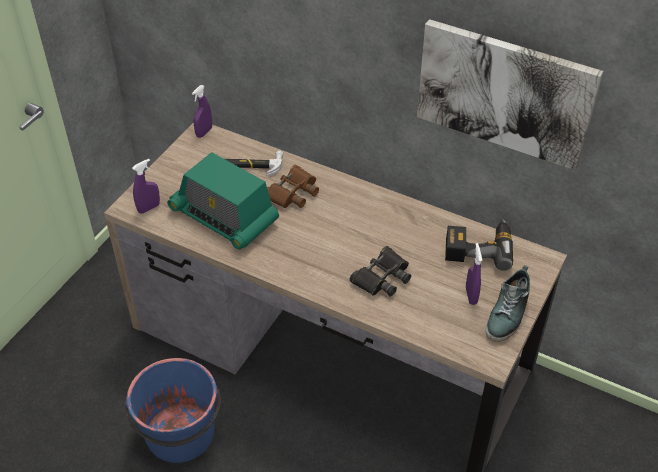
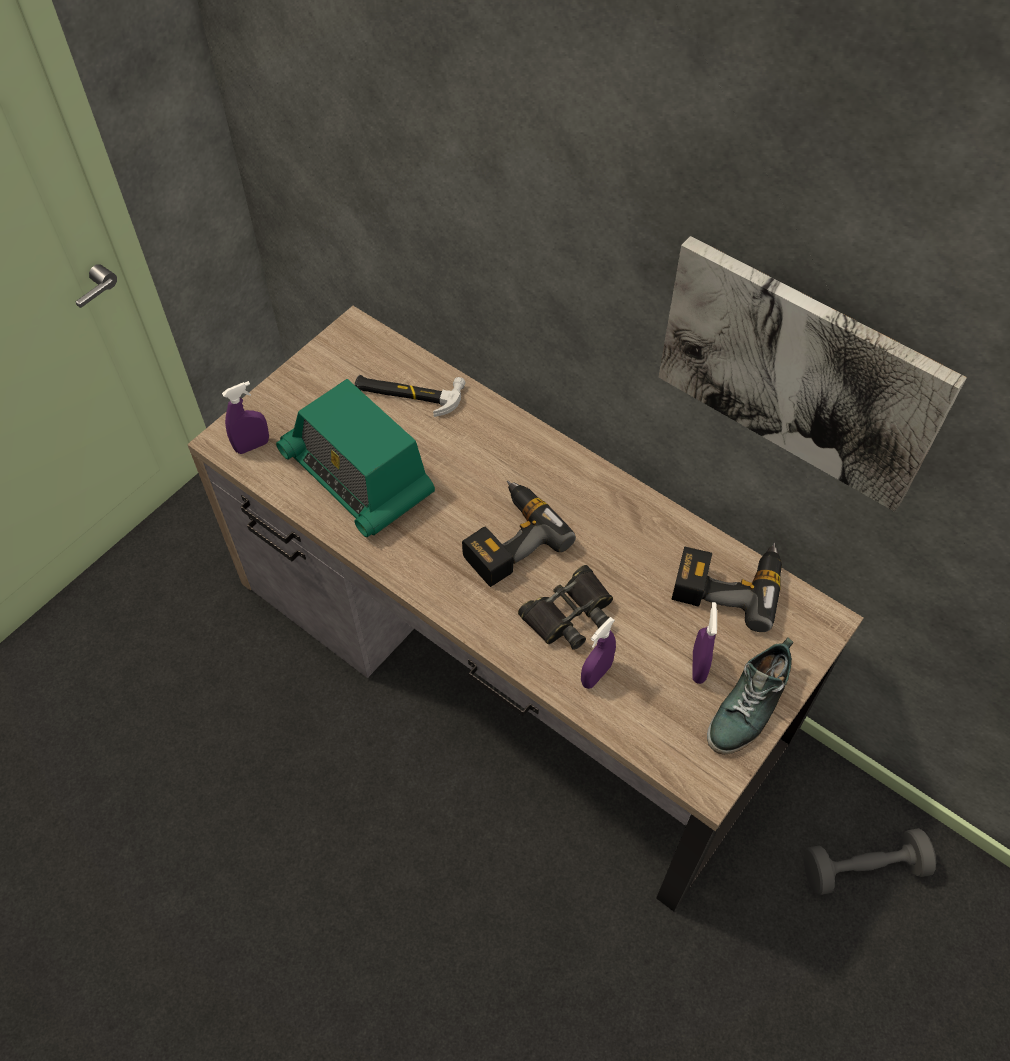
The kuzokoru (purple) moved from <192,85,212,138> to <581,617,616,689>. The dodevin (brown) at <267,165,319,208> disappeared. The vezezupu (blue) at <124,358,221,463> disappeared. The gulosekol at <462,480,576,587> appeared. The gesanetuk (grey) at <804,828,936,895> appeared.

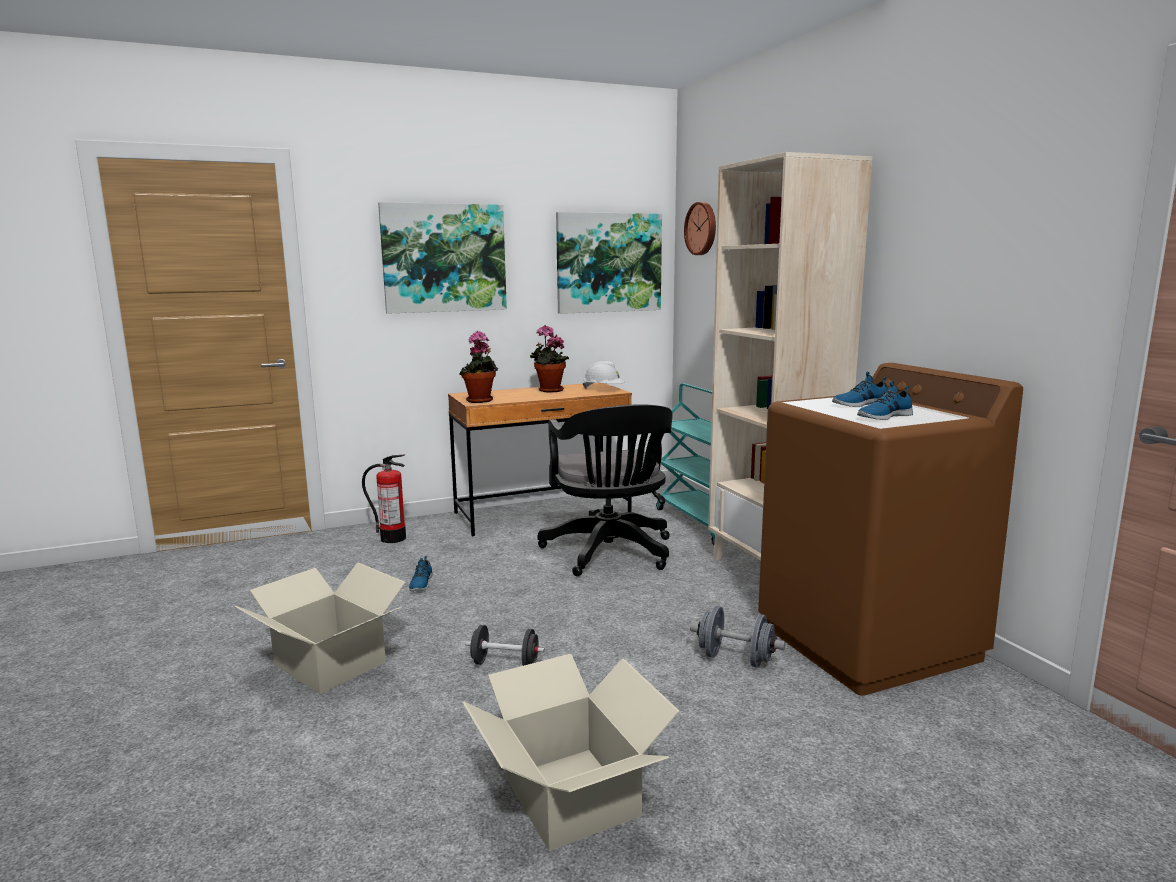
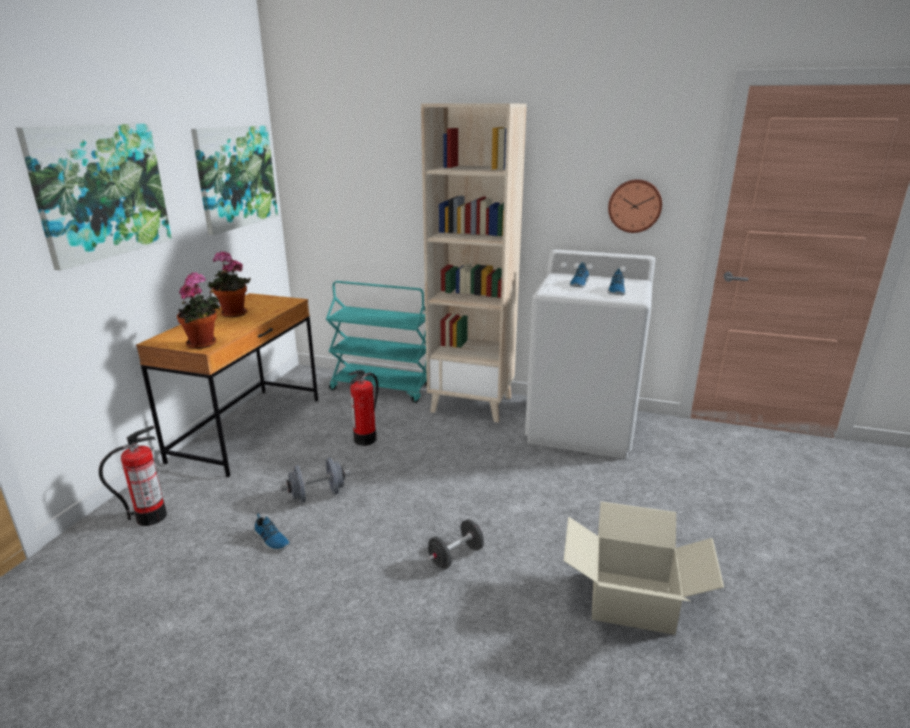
The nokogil moved from <684,202,716,255> to <608,179,662,233>. The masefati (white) at <583,361,625,389> disappeared. The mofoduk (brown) at <758,363,1023,696> became the mofoduk (white) at <525,250,655,459>. The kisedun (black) at <538,404,673,576> was replaced by the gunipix at <349,370,379,446>. The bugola at <235,563,406,694> disappeared. The gesanetuk (grey) moved from <690,606,785,668> to <280,458,350,503>.

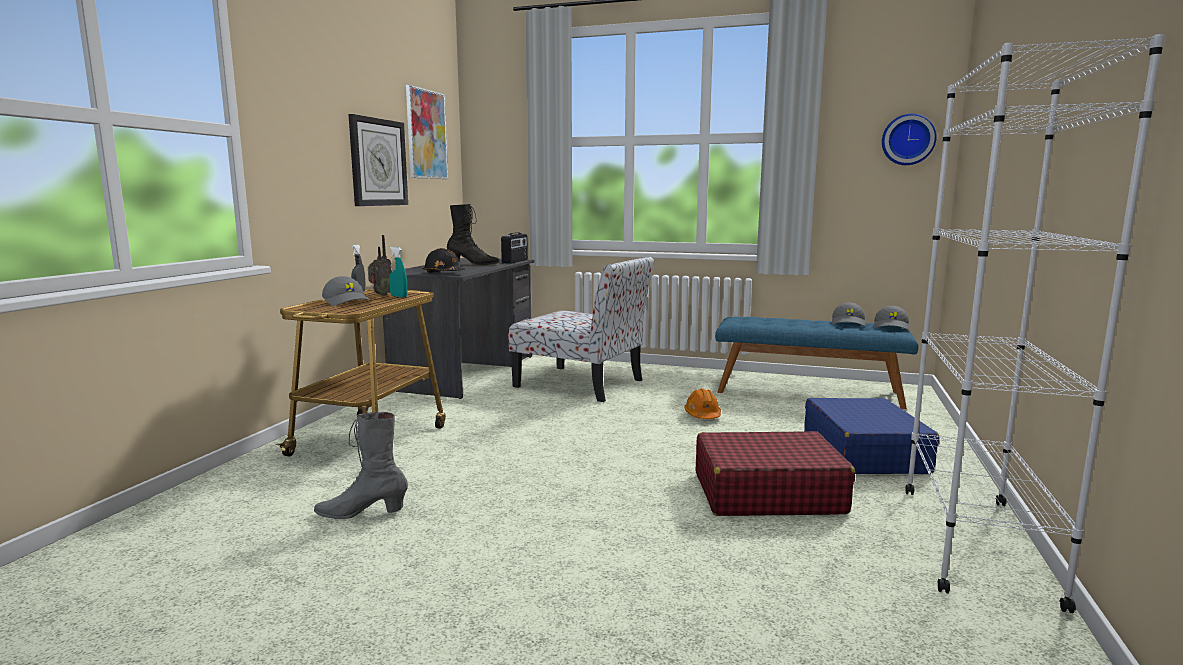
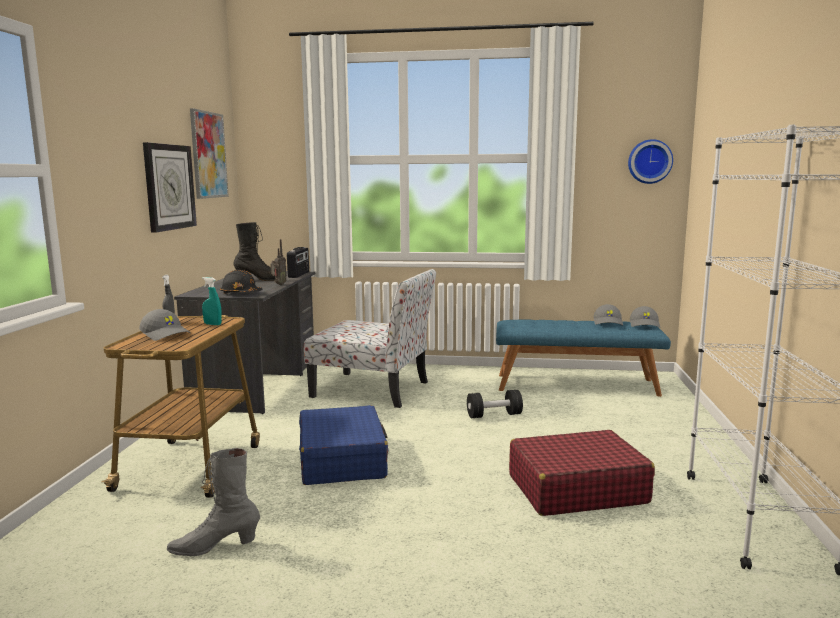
The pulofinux moved from <368,235,392,296> to <270,239,287,285>. The masefati (orange) at <684,388,721,419> was replaced by the gesanetuk (black) at <467,390,523,418>. The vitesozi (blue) moved from <804,398,939,474> to <299,405,388,485>.

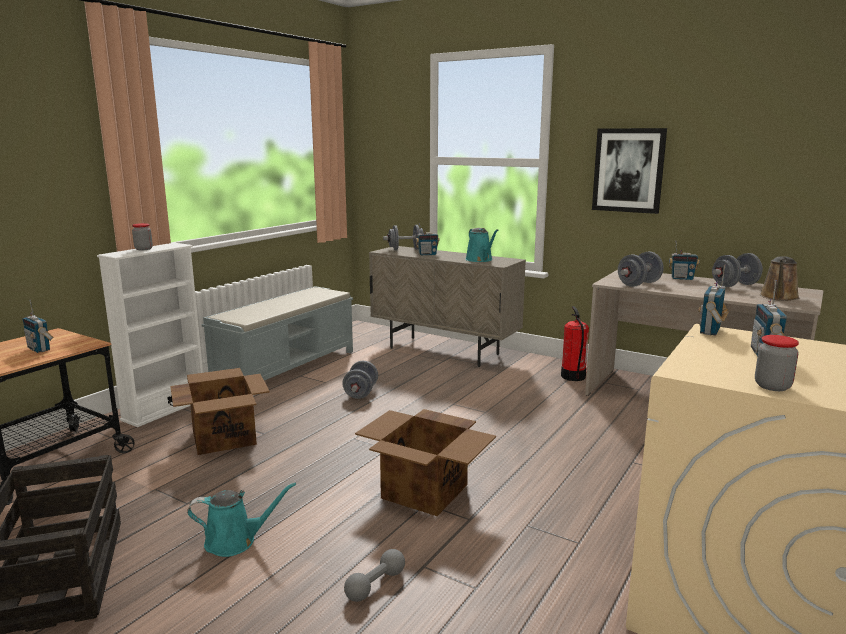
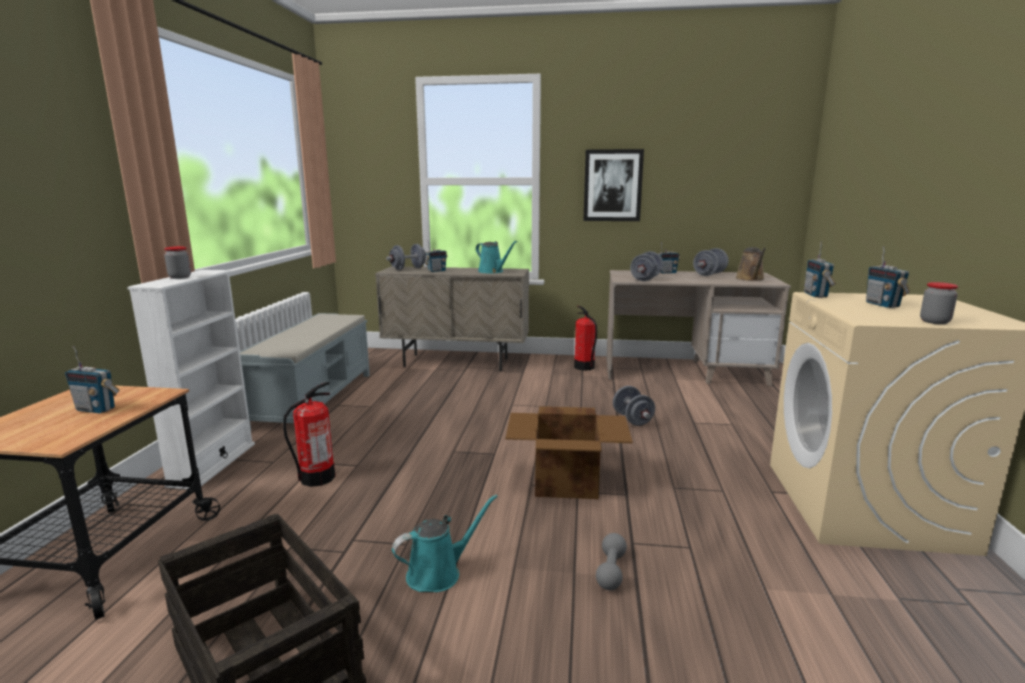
The gesanetuk (grey) moved from <342,361,378,399> to <613,386,655,426>. The bugola at <170,368,270,455> was replaced by the gunipix at <283,382,335,487>.

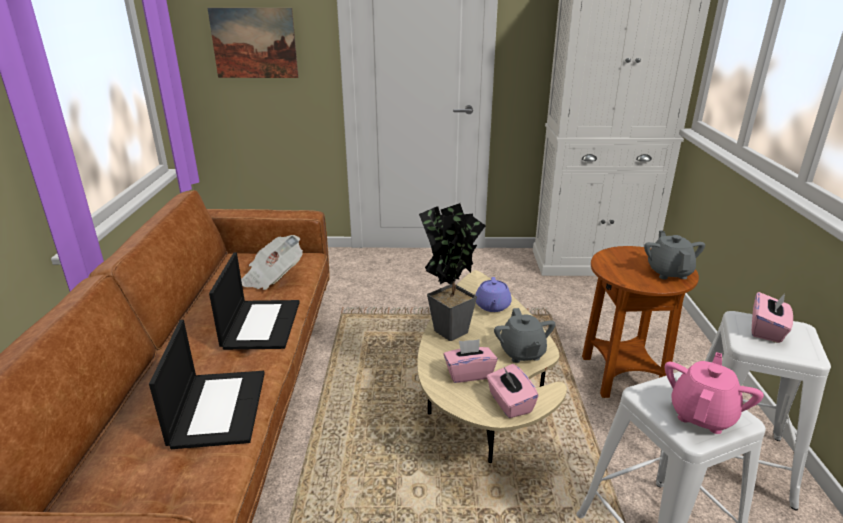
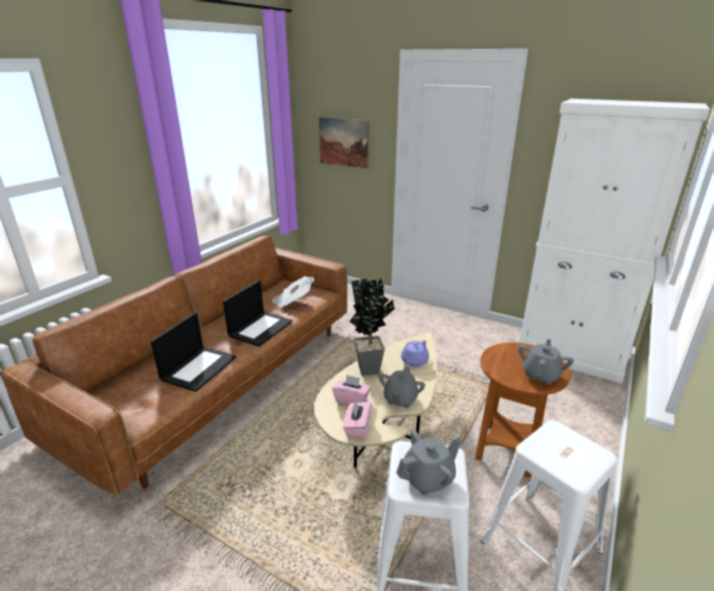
The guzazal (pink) at <752,292,793,343> disappeared. The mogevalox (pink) at <665,352,764,434> became the mogevalox (grey) at <396,430,461,495>.

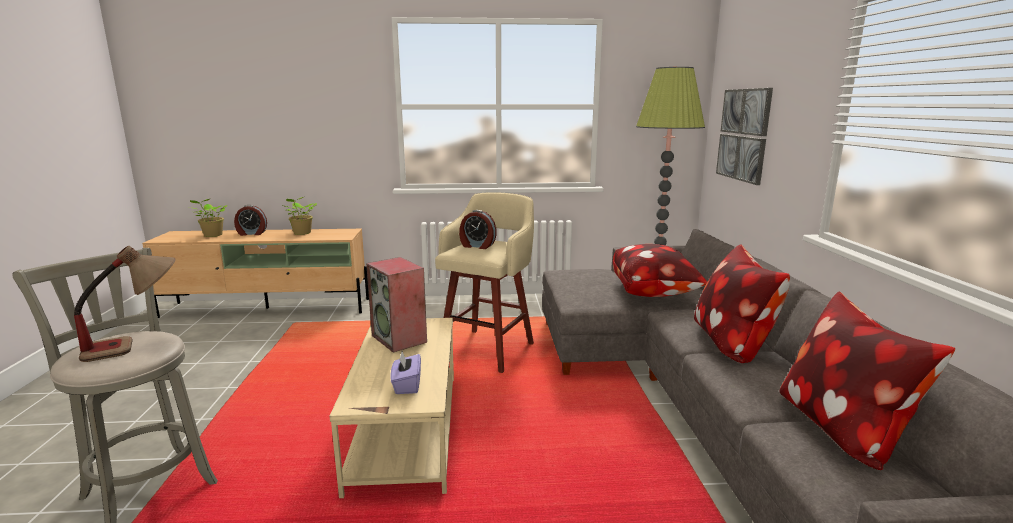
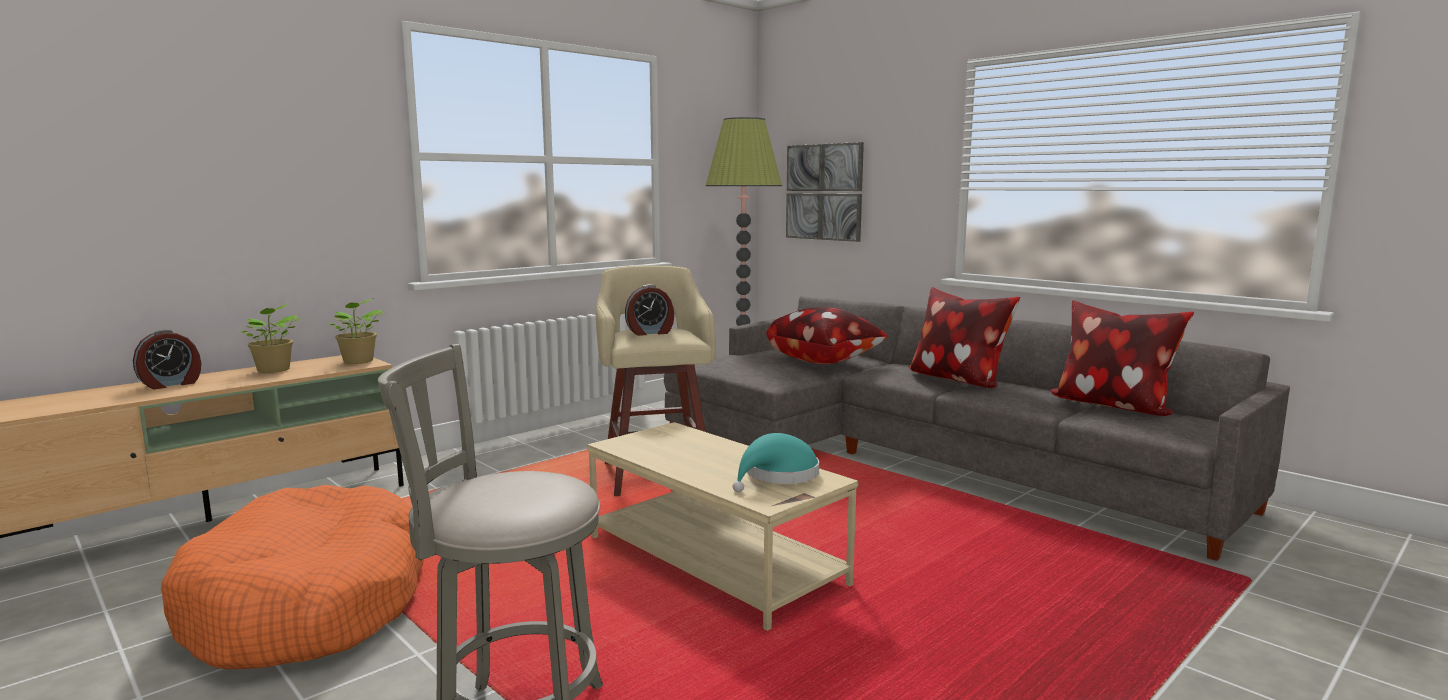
The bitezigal moved from <190,199,227,237> to <328,298,384,364>. The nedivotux at <74,246,176,362> disappeared. The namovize at <366,257,427,352> disappeared. The guzazal (purple) at <390,351,421,394> was replaced by the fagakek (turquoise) at <733,433,819,492>. The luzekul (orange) at <161,485,424,669> appeared.

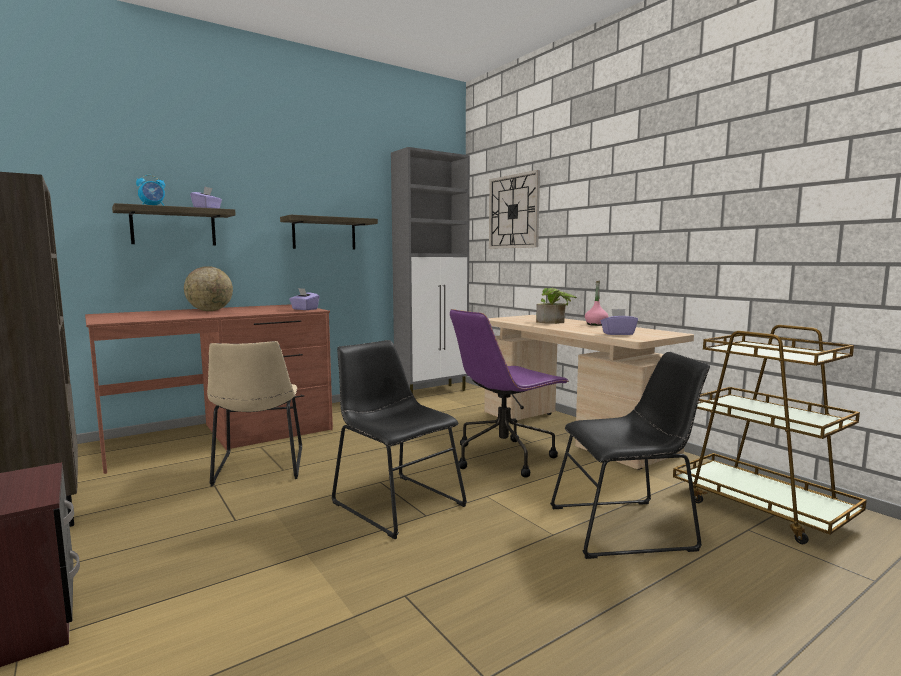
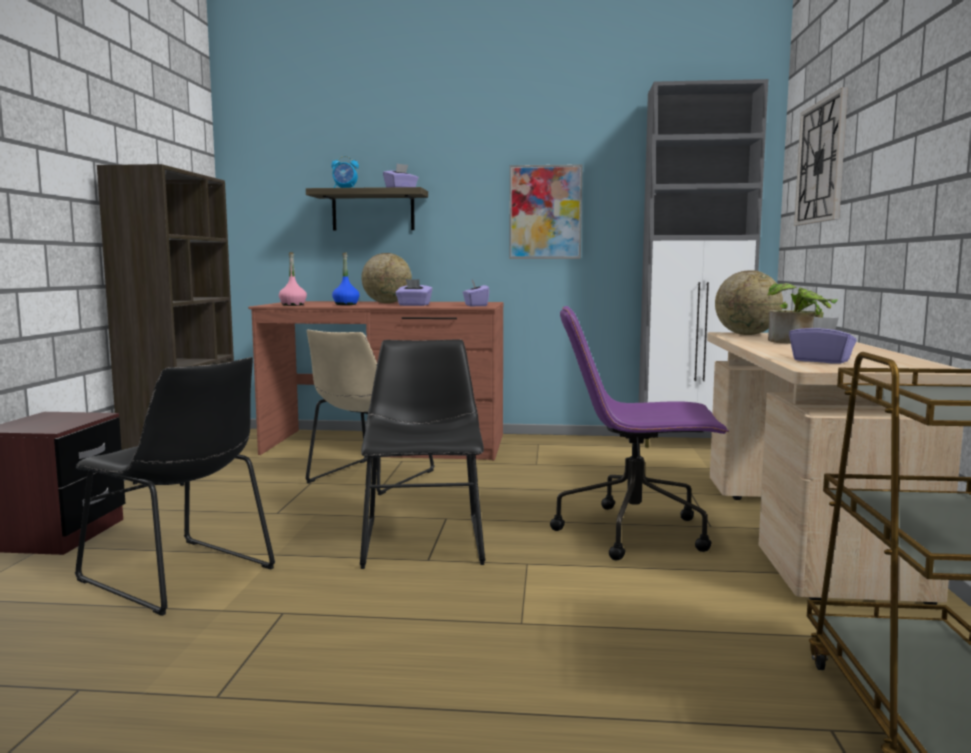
The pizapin at <280,215,378,249> was replaced by the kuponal at <509,164,583,259>. The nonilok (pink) moved from <585,281,608,326> to <279,252,307,306>. The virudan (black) moved from <550,352,710,559> to <75,357,275,616>. The nonilok (blue) at <332,252,360,305> appeared. The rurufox at <715,270,783,335> appeared. The guzazal (purple) at <395,279,433,306> appeared.

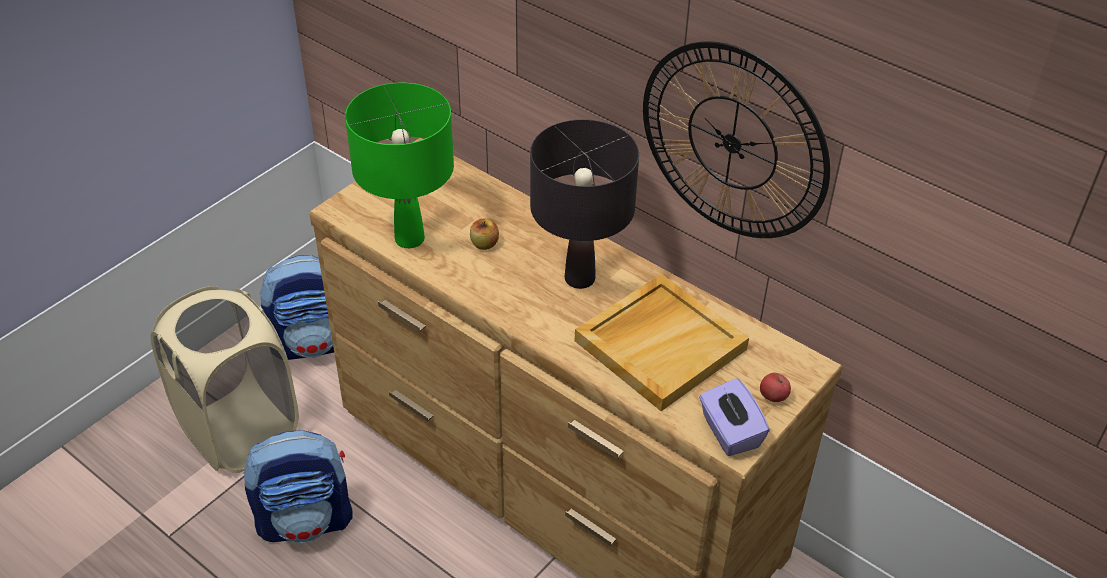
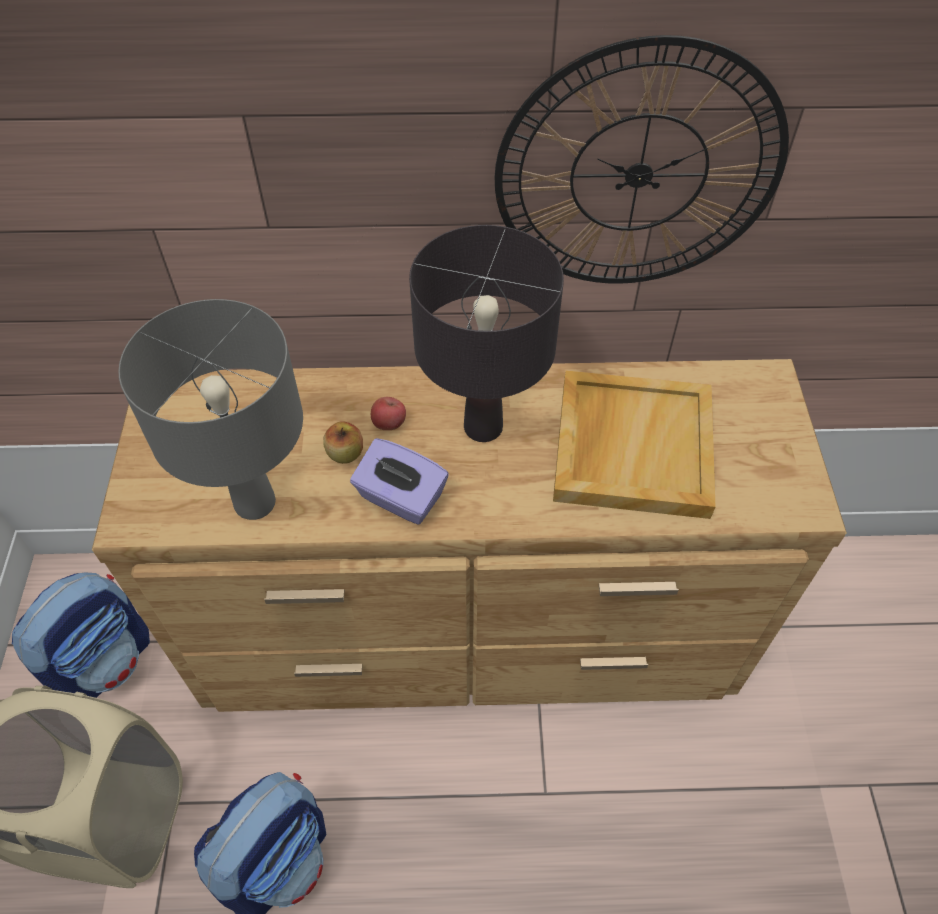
The nedivotux (green) at <345,83,454,248> became the nedivotux (grey) at <118,299,303,520>. The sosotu moved from <760,373,791,402> to <371,397,406,430>. The guzazal (purple) moved from <699,378,770,456> to <350,438,448,525>.

